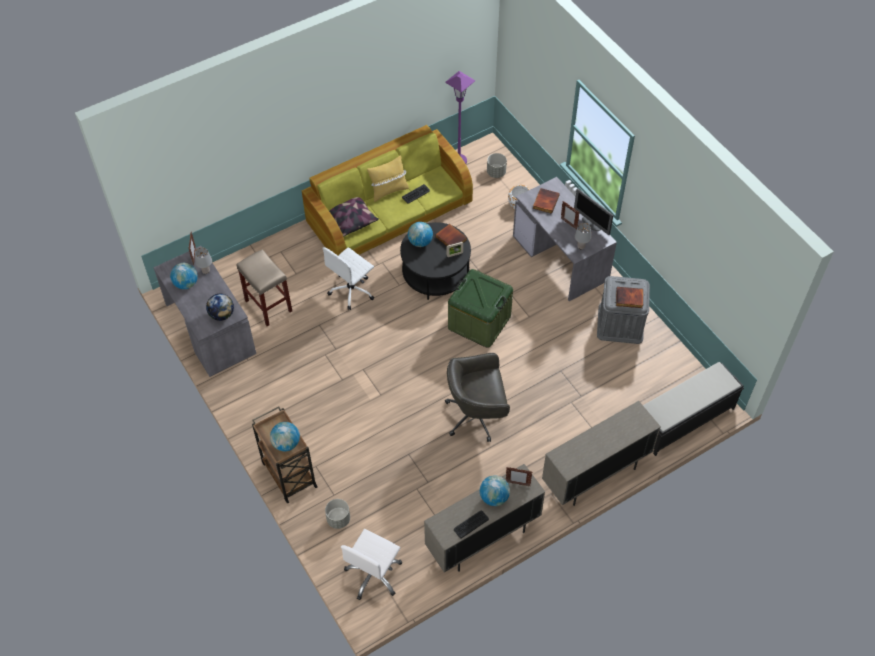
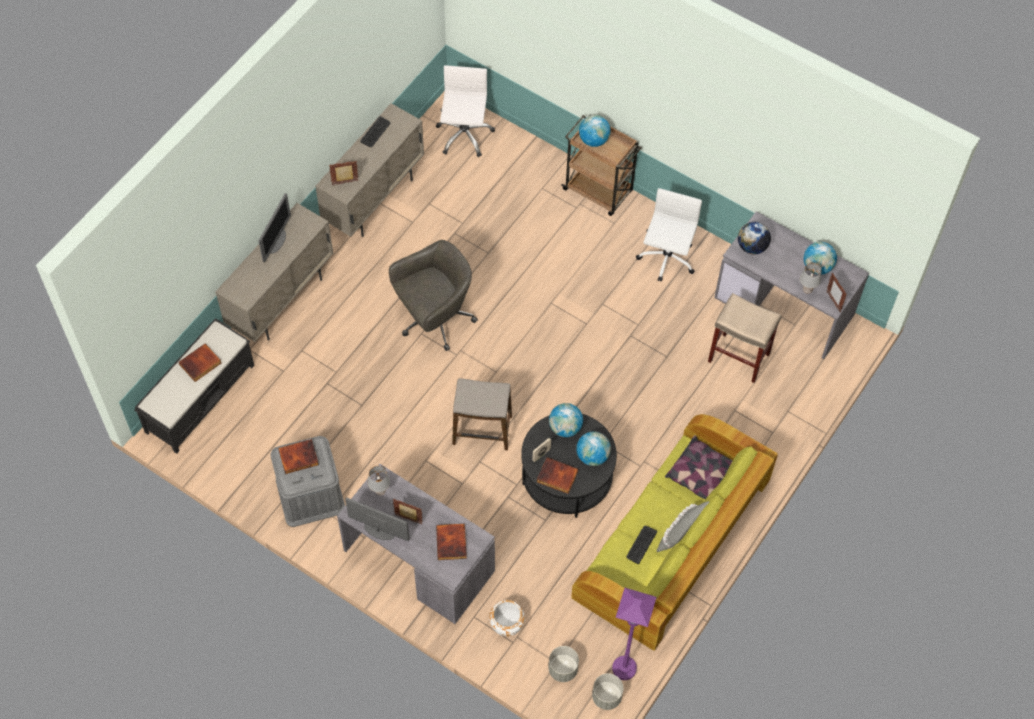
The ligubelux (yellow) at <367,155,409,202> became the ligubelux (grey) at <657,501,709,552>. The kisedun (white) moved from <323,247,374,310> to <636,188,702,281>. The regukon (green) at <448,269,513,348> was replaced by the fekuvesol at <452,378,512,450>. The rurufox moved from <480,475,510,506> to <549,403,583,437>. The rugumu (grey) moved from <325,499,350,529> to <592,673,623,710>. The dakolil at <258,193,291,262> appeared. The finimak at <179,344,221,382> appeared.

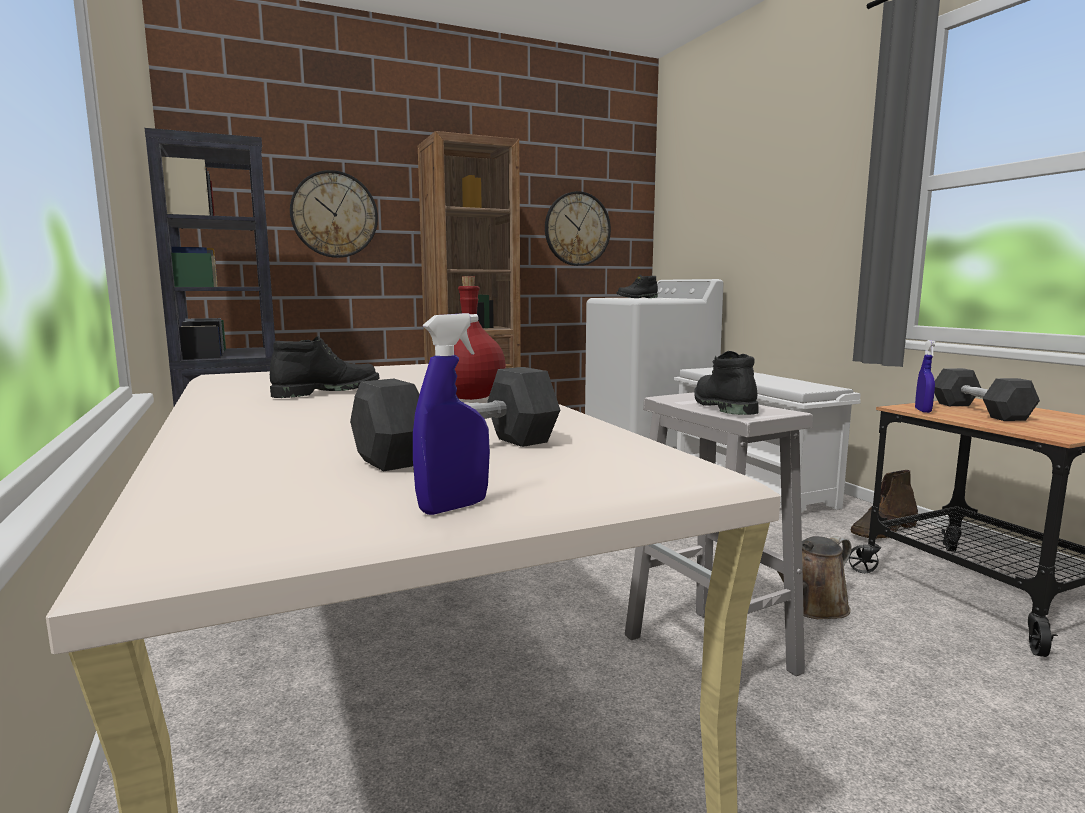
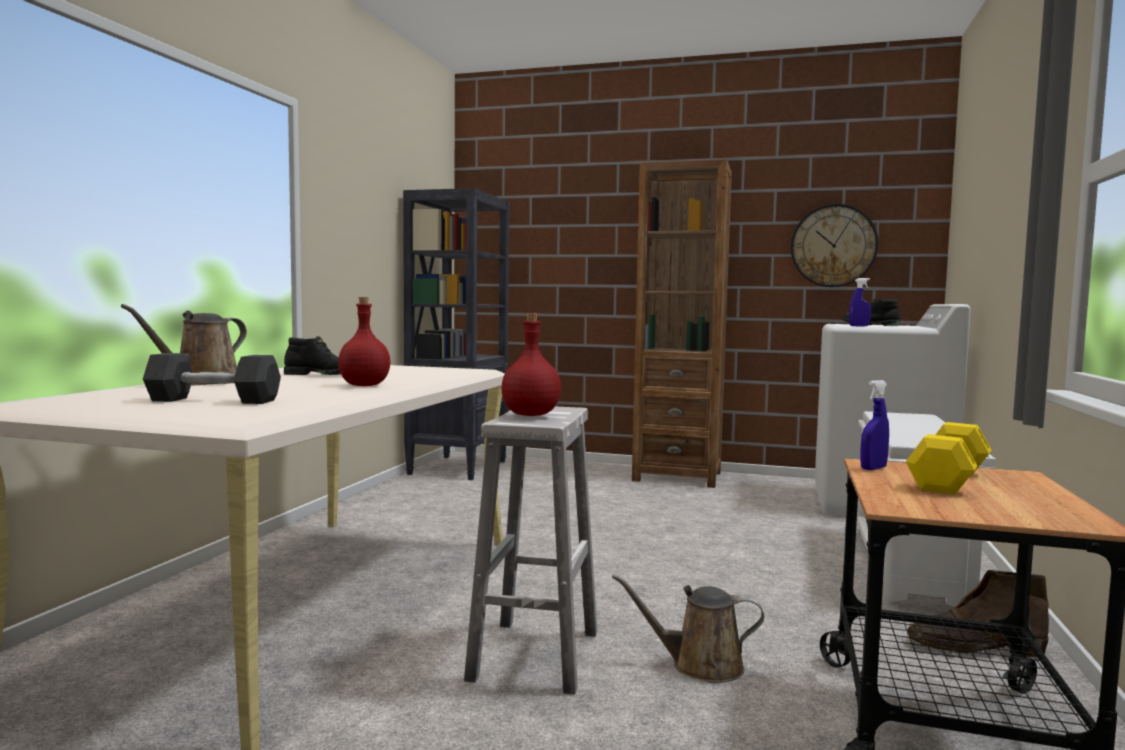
The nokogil at <290,170,378,258> disappeared. The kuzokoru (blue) moved from <413,313,490,515> to <849,278,871,326>. The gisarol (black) at <694,351,759,415> was replaced by the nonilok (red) at <501,313,561,416>. The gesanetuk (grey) at <934,368,1040,421> became the gesanetuk (yellow) at <906,422,992,495>. The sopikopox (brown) at <121,304,247,385> appeared.

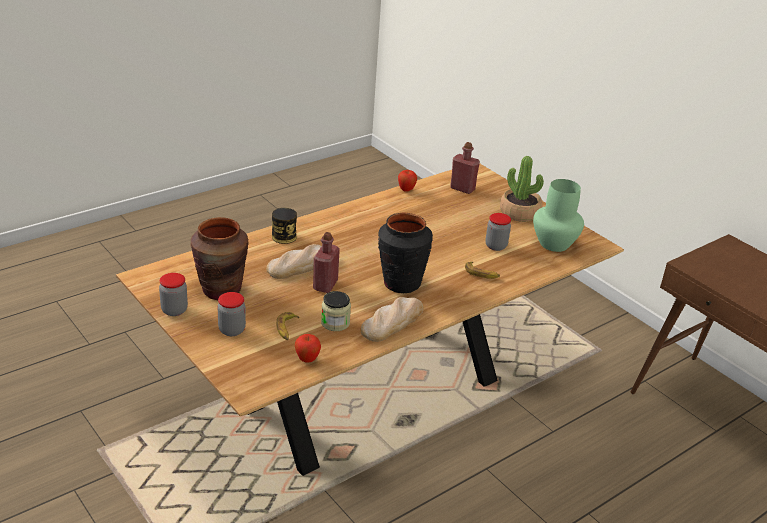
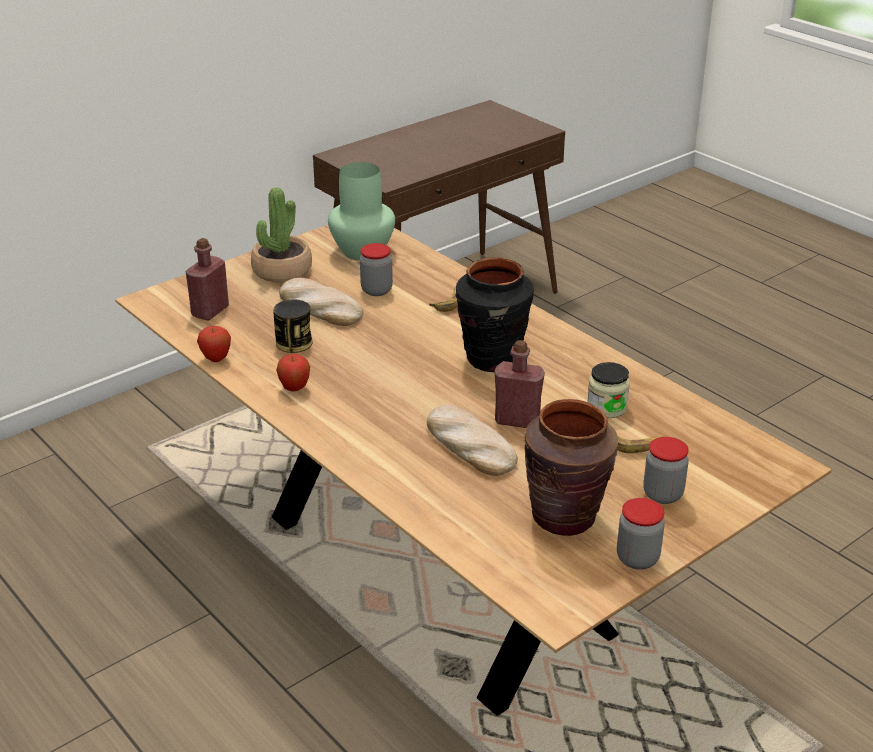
The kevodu moved from <272,208,297,244> to <273,299,313,353>. The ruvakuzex moved from <361,297,424,342> to <279,278,363,326>. The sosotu moved from <295,334,321,363> to <276,354,310,391>.

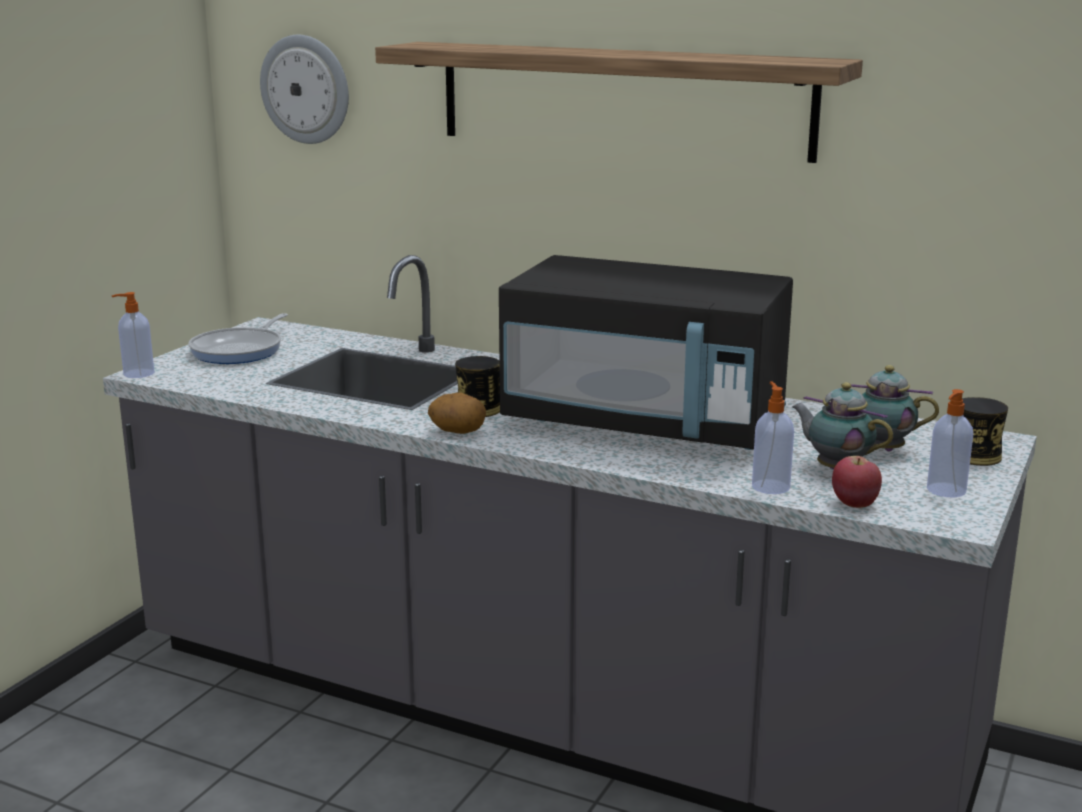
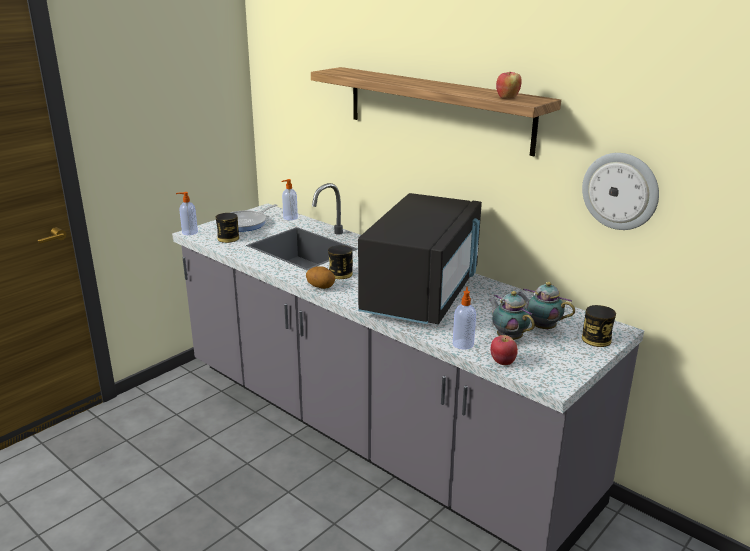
The nokogil moved from <260,35,349,144> to <582,153,659,230>. The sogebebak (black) at <499,255,793,450> turned 105 degrees counterclockwise. The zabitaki moved from <927,389,973,497> to <281,179,298,220>. The sosotu at <496,72,522,99> appeared. The kevodu at <216,213,239,243> appeared.

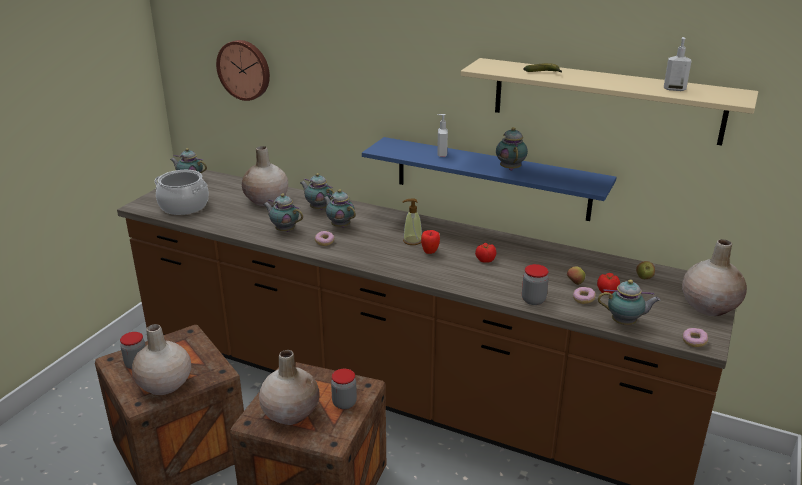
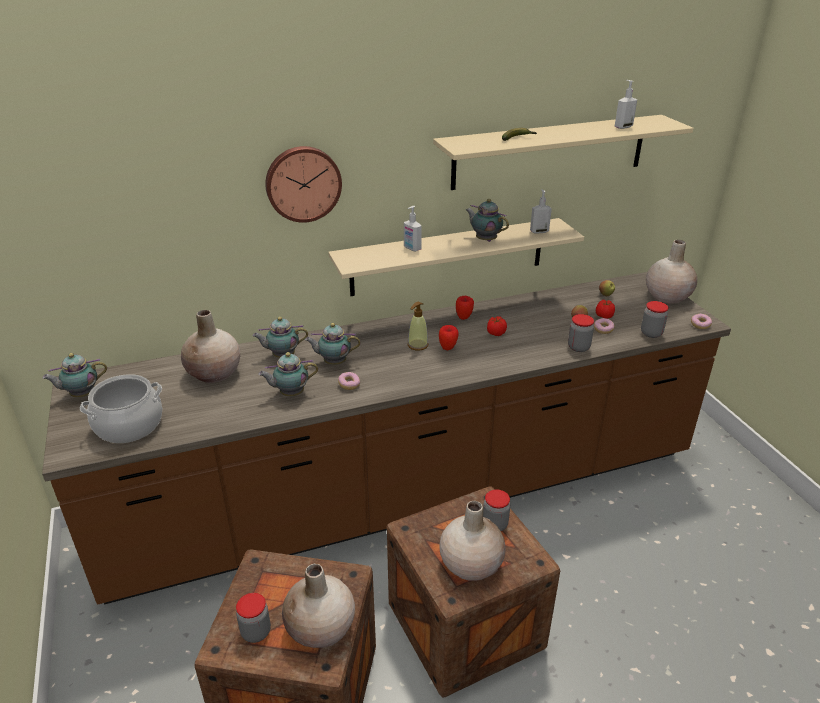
The nokogil moved from <216,40,270,101> to <265,146,342,223>. The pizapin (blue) at <362,137,616,221> became the pizapin (beige) at <328,218,584,296>. The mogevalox at <598,279,660,325> was replaced by the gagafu at <641,301,669,338>. The zabitaki at <530,189,552,234> appeared. The sosotu at <456,296,474,320> appeared.

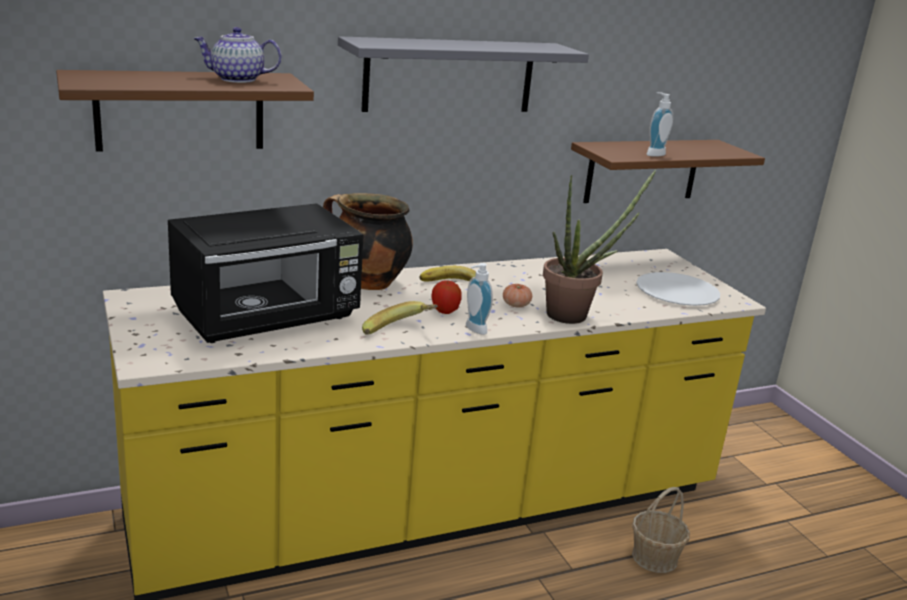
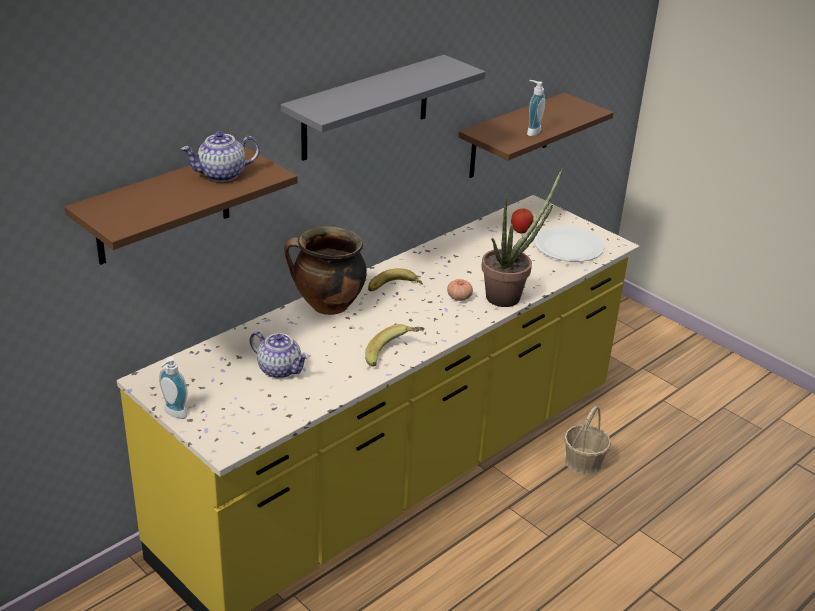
The sogebebak (black) at <168,203,364,343> was replaced by the mogevalox at <250,331,309,378>. The zabitaki moved from <466,263,493,335> to <159,357,188,419>. The sosotu moved from <431,280,462,314> to <511,208,534,234>.

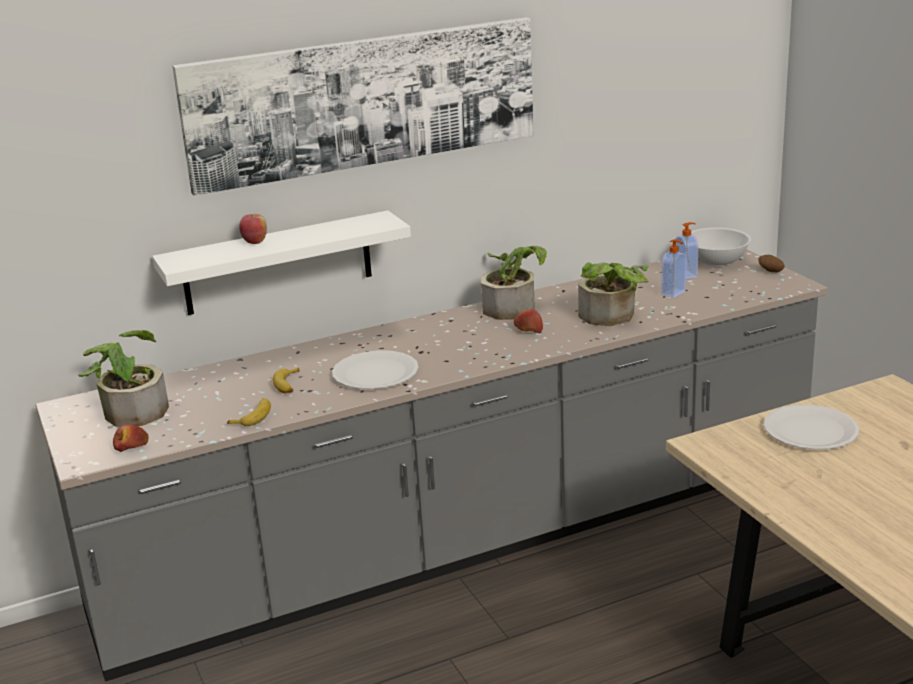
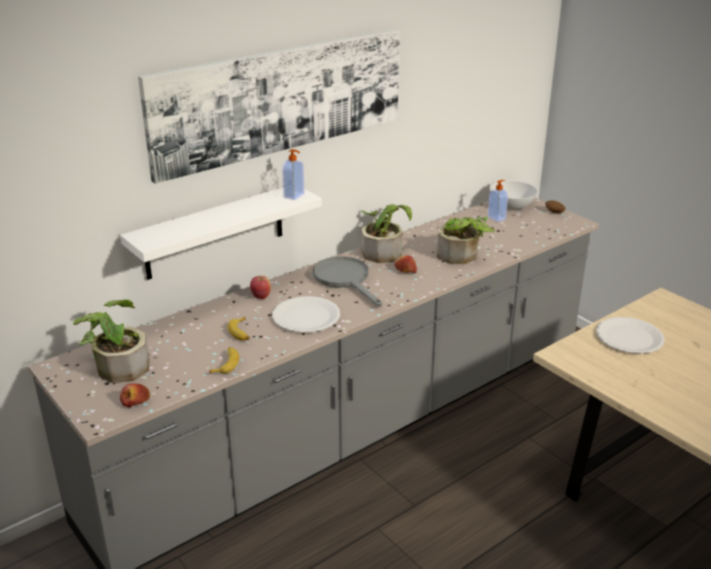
The sosotu moved from <239,214,267,244> to <250,276,271,299>. The zabitaki moved from <661,239,687,298> to <282,149,304,200>. The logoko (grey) at <313,256,382,307> appeared.

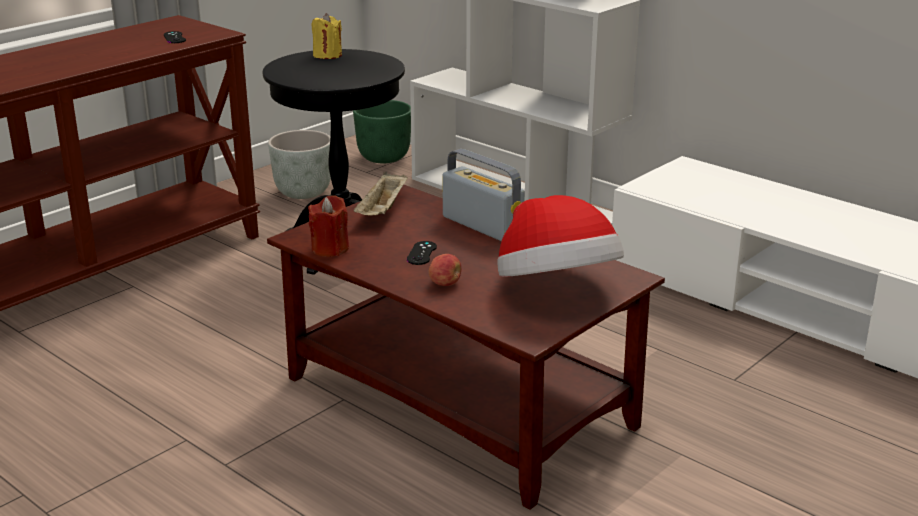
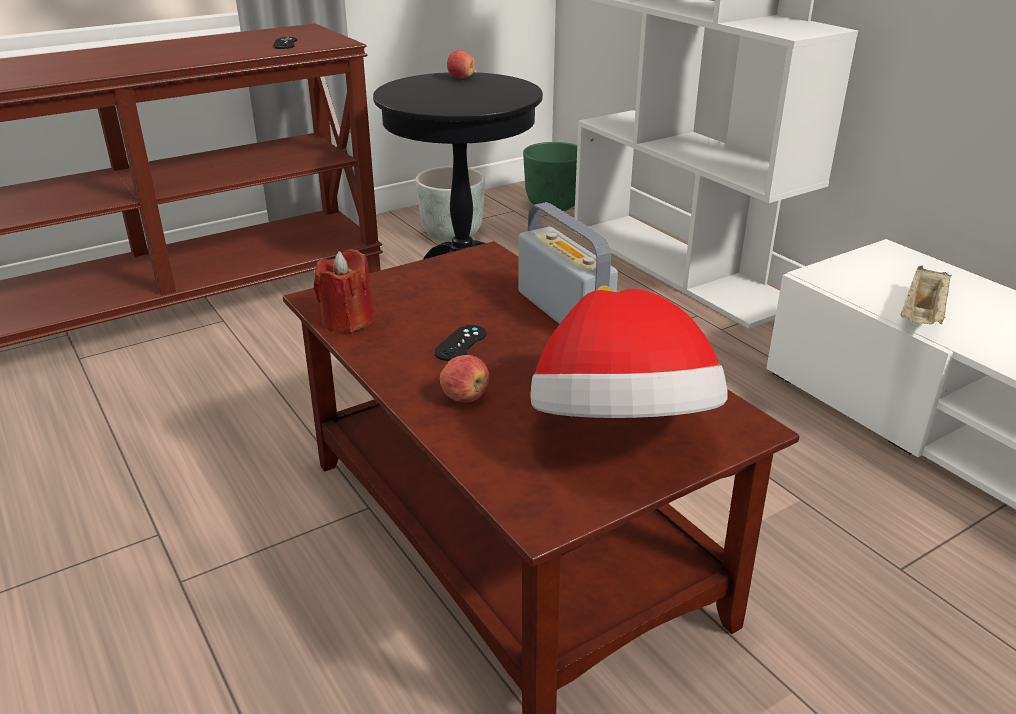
The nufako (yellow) at <311,13,342,59> was replaced by the sosotu at <447,50,476,79>. The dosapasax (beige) moved from <354,172,408,215> to <901,266,951,324>.

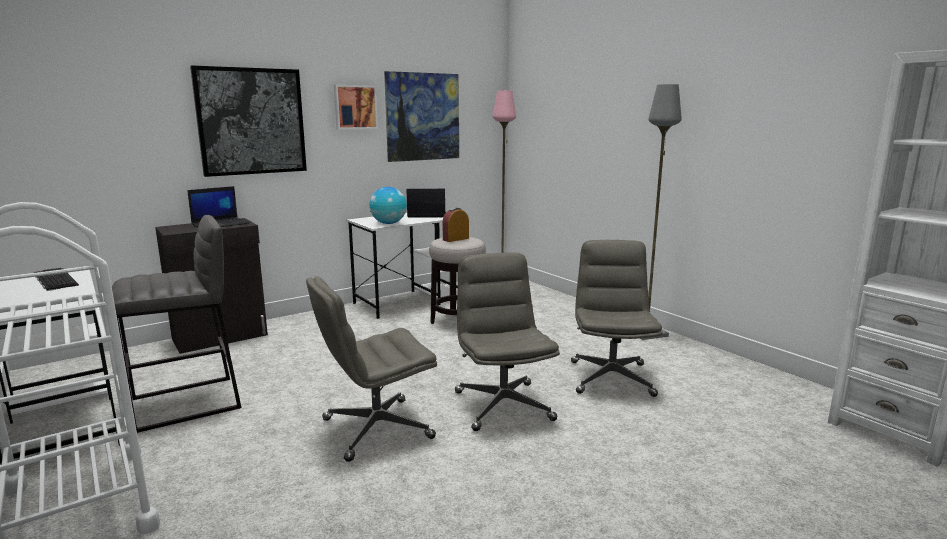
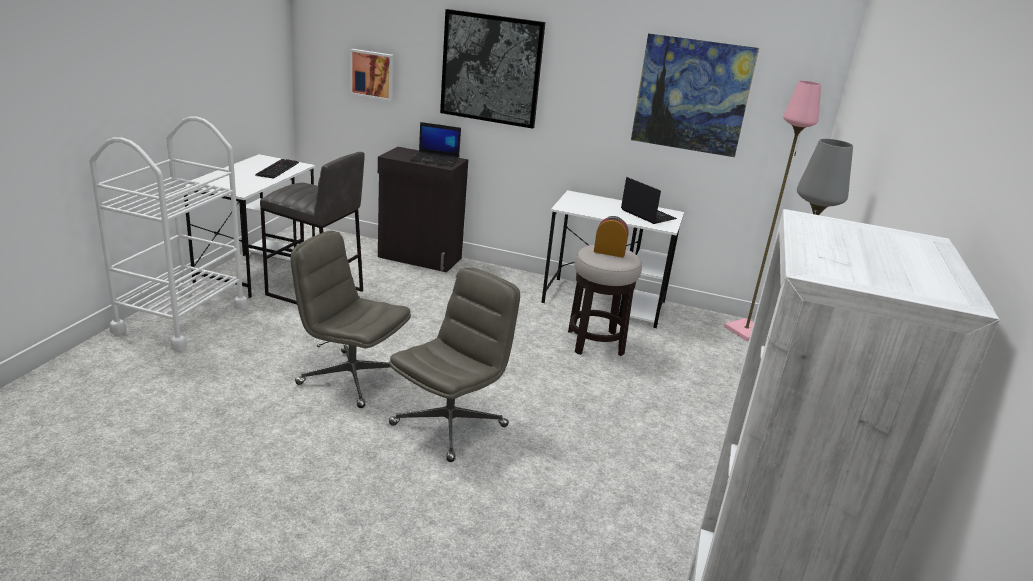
The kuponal moved from <334,85,378,130> to <350,49,394,101>. The rurufox at <370,187,407,224> disappeared. The kisedun (grey) at <571,240,663,397> disappeared.

